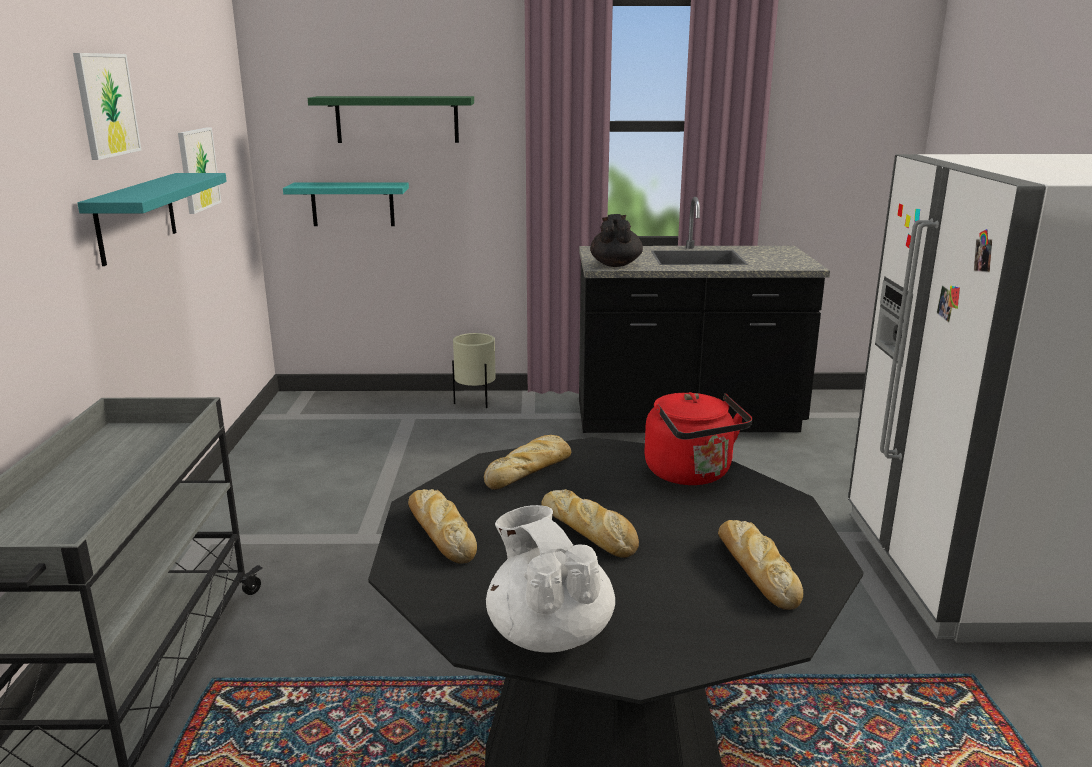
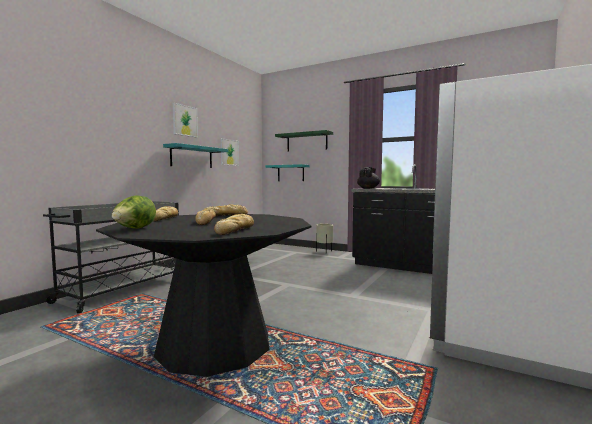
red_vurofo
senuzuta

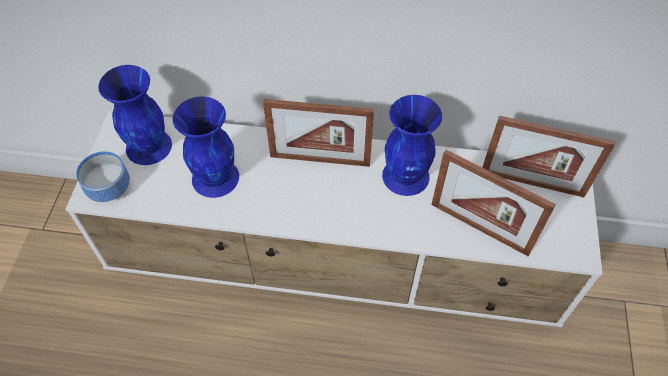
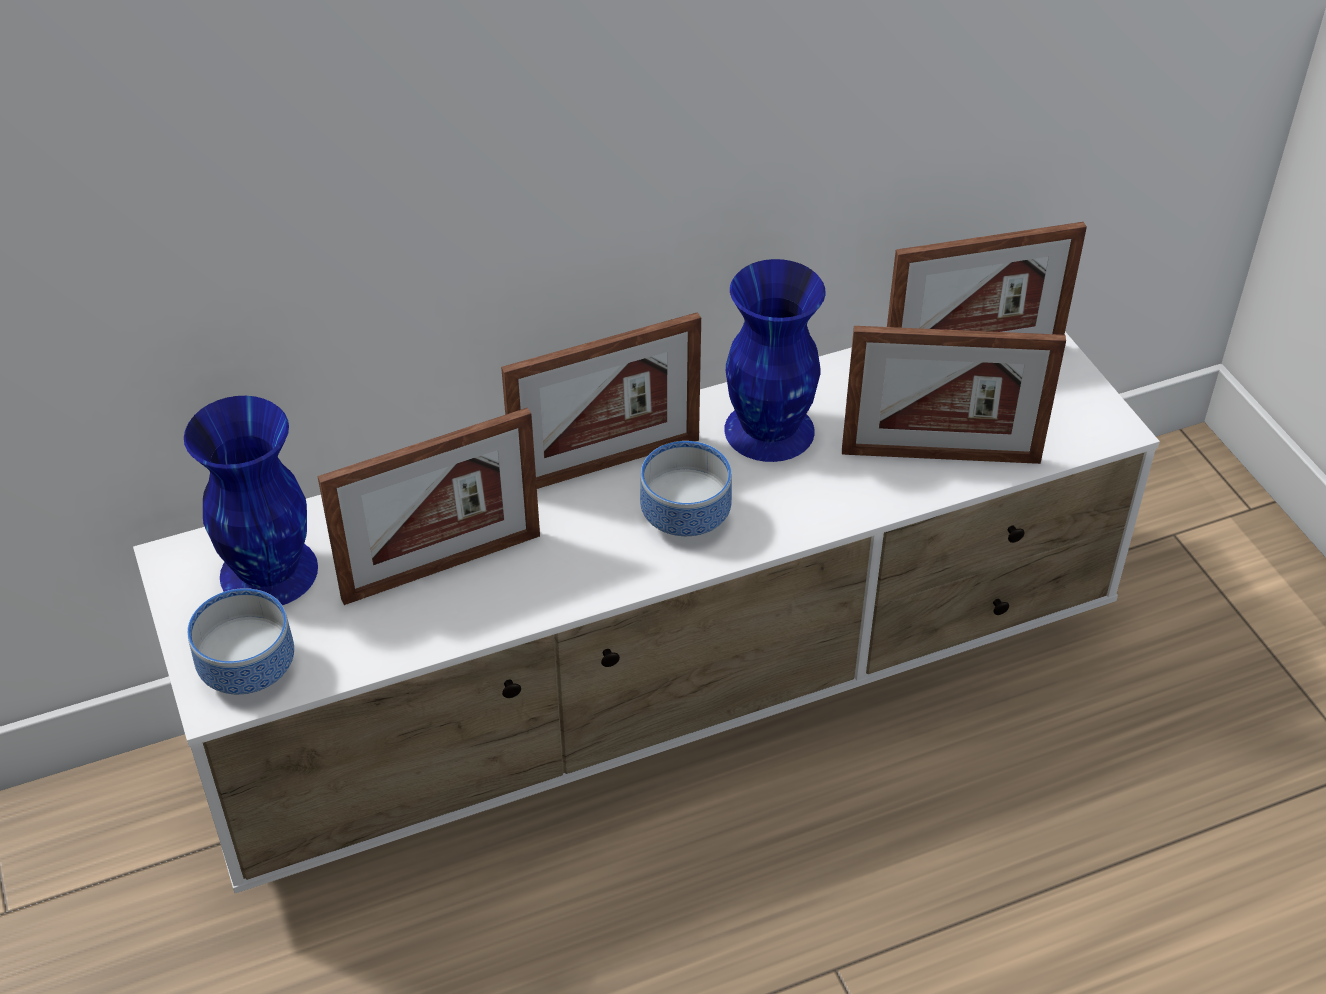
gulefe (2nd from left)
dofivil (1st from left)

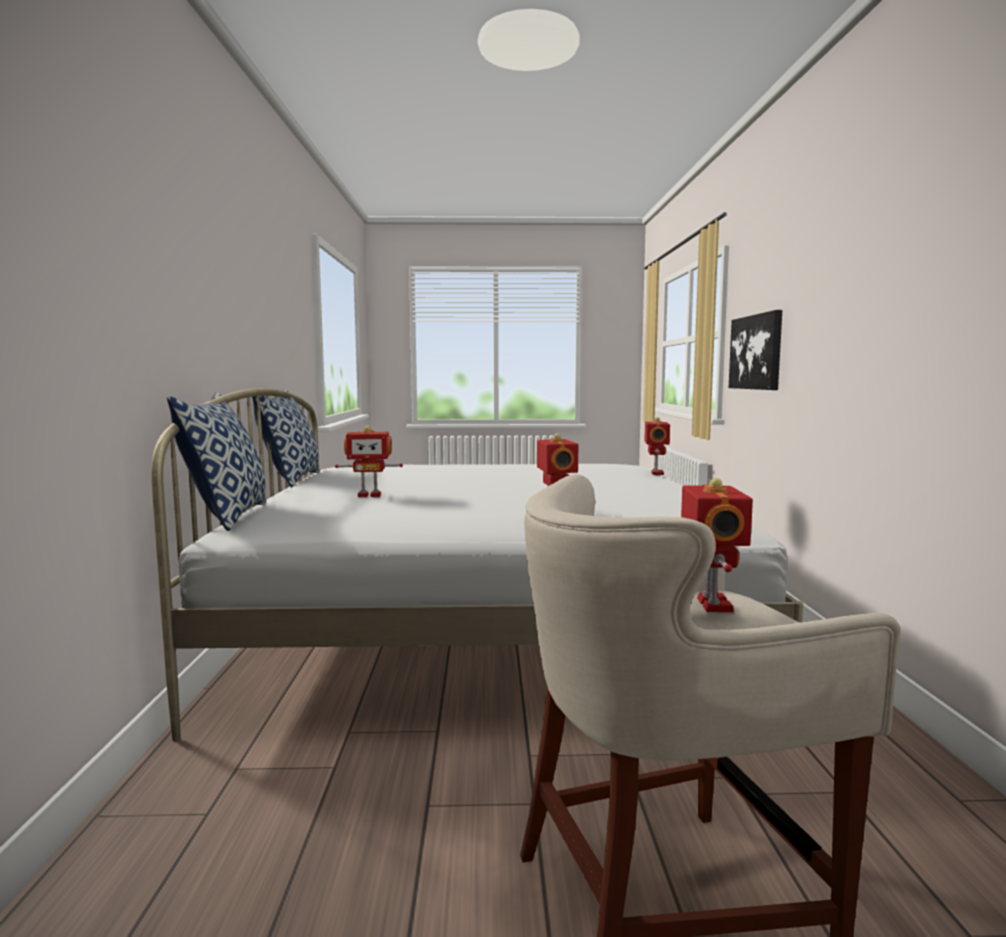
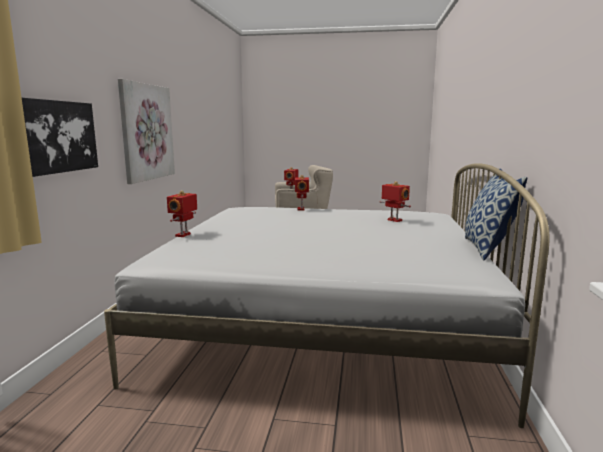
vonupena (1st from left in the first image)
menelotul (2nd from left)
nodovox (4th from left)

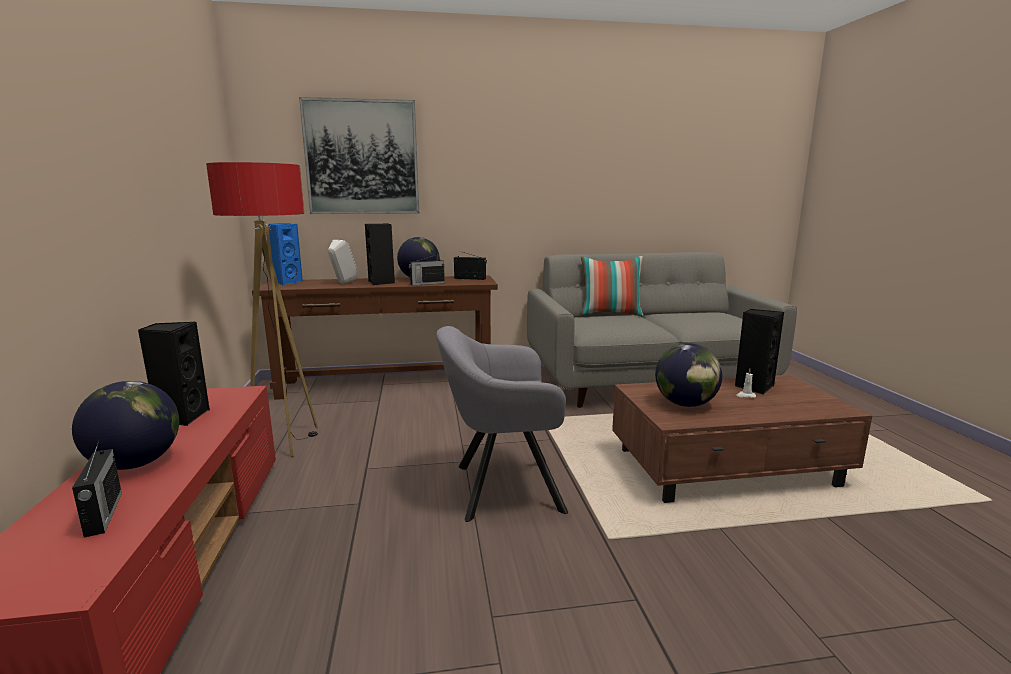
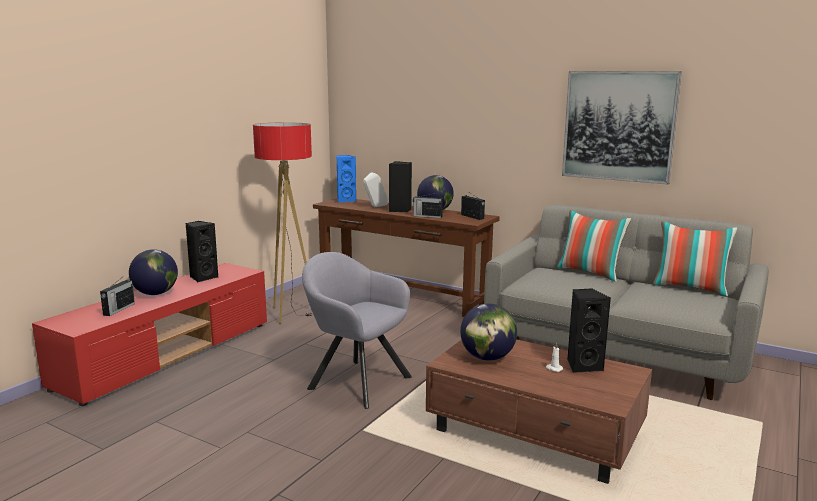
vonupena (2nd from left)
menelotul

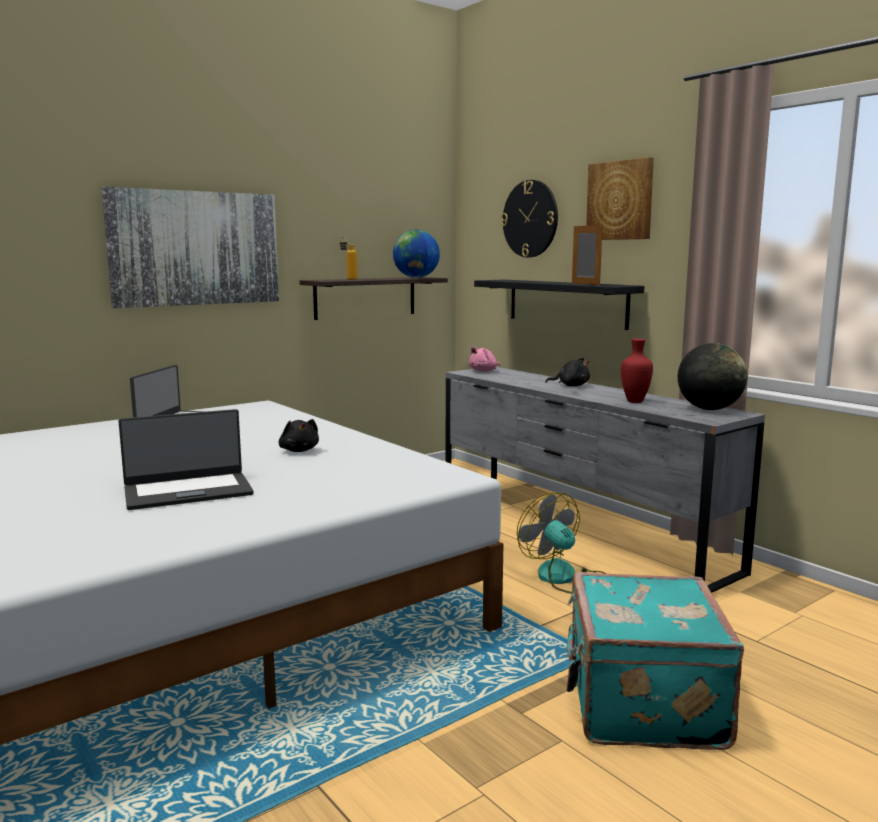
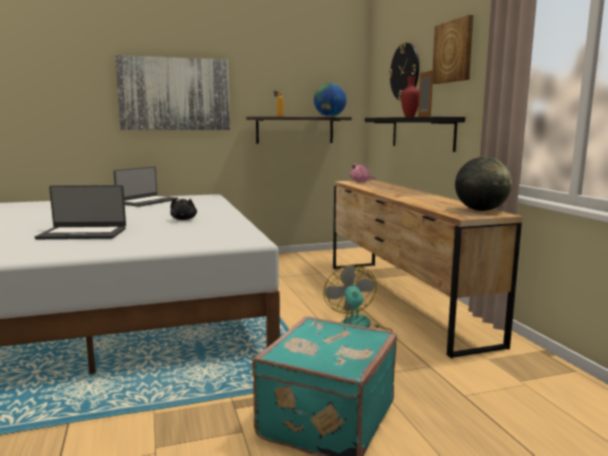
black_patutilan (2nd from left in the first image)
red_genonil
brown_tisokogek

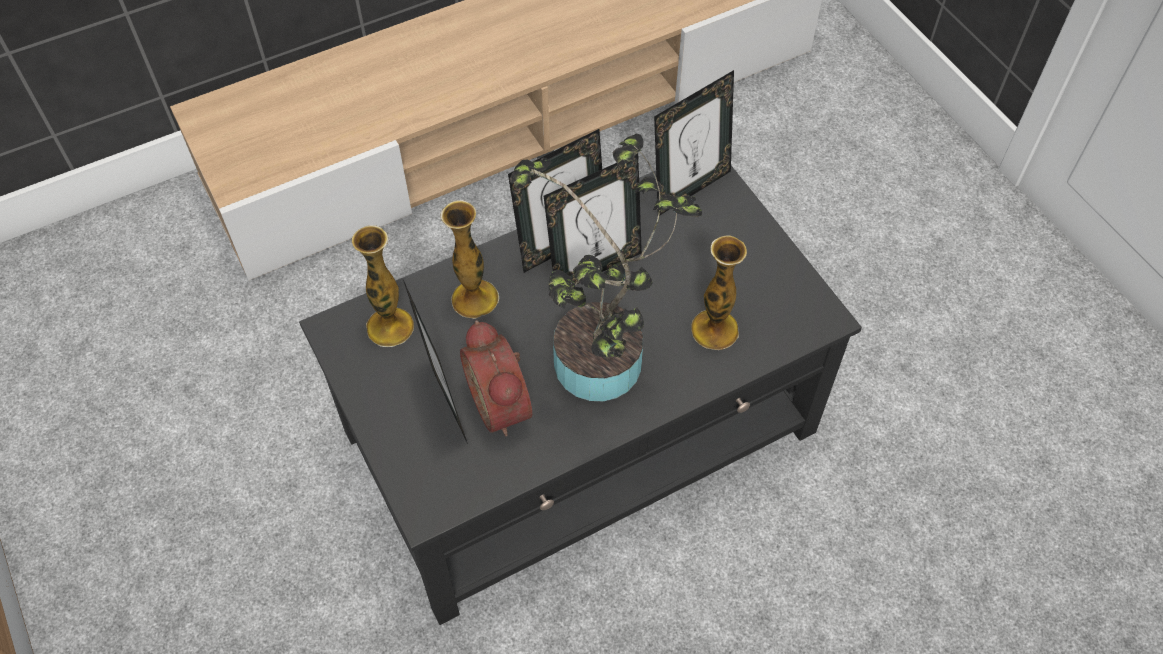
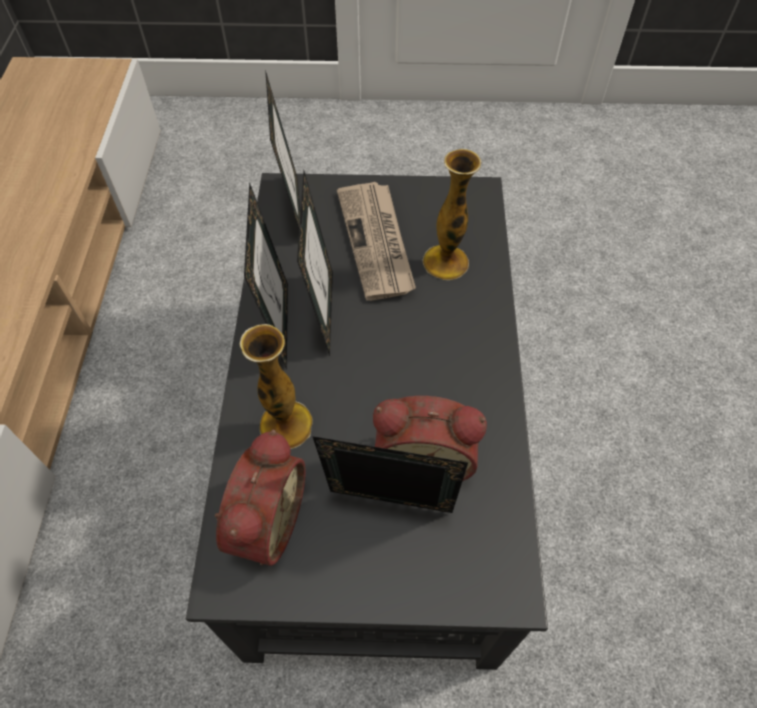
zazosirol
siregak
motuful (1st from left)

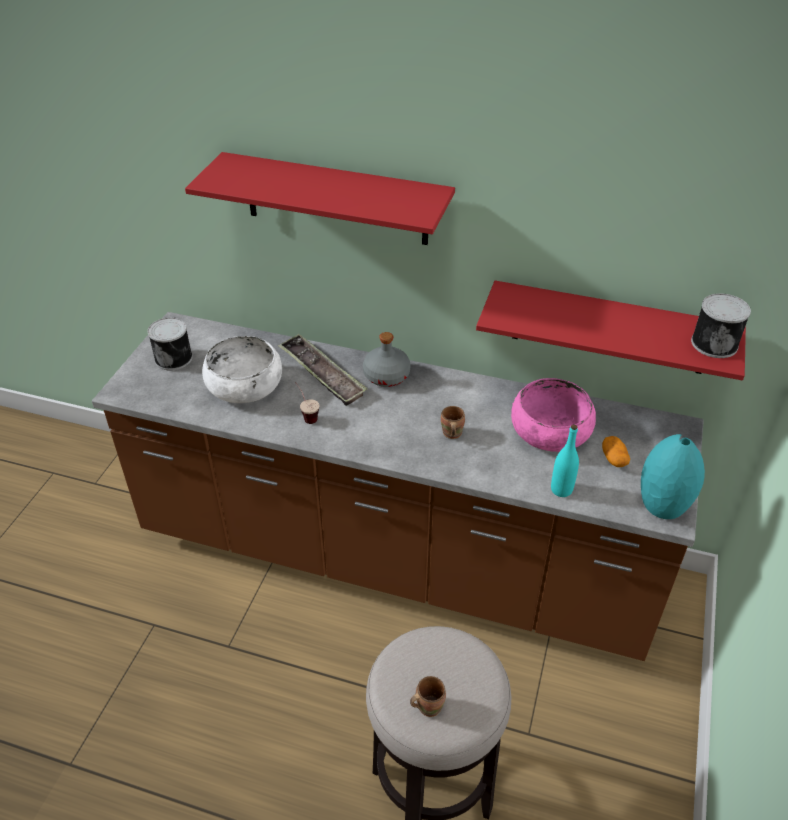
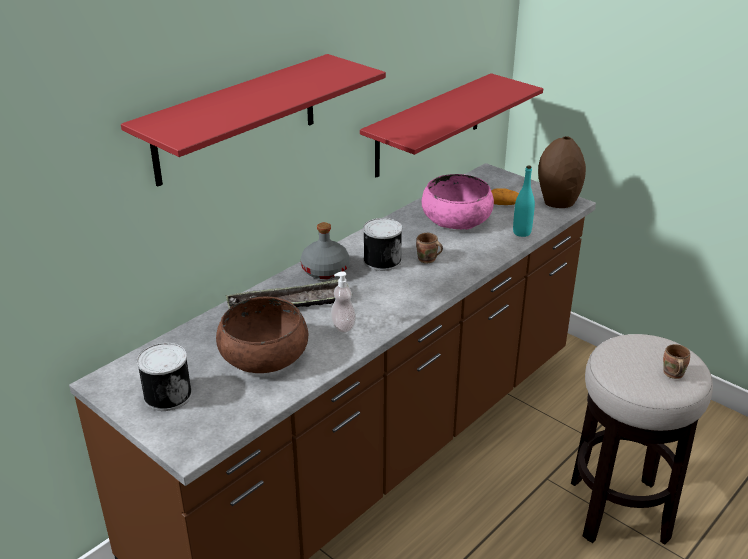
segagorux (2nd from left)
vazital
brown_gulefe
brown_genonil

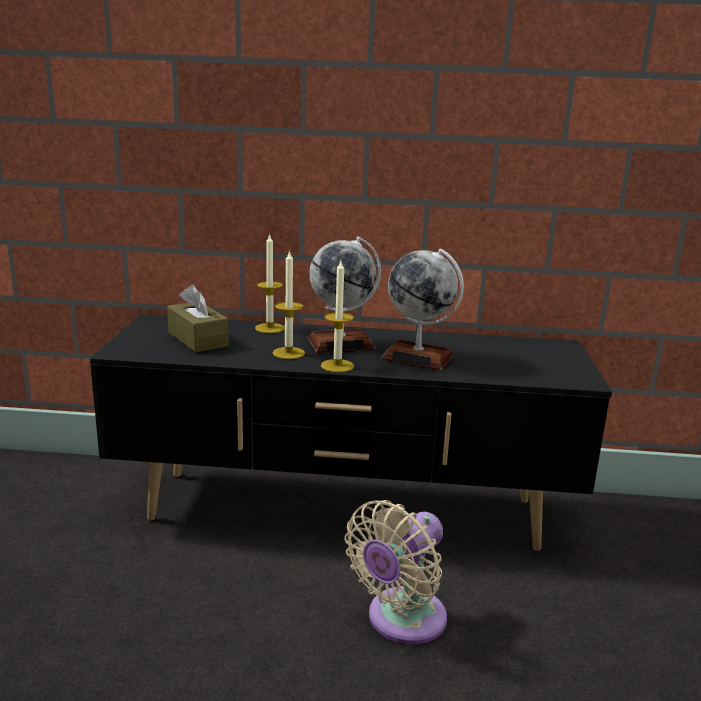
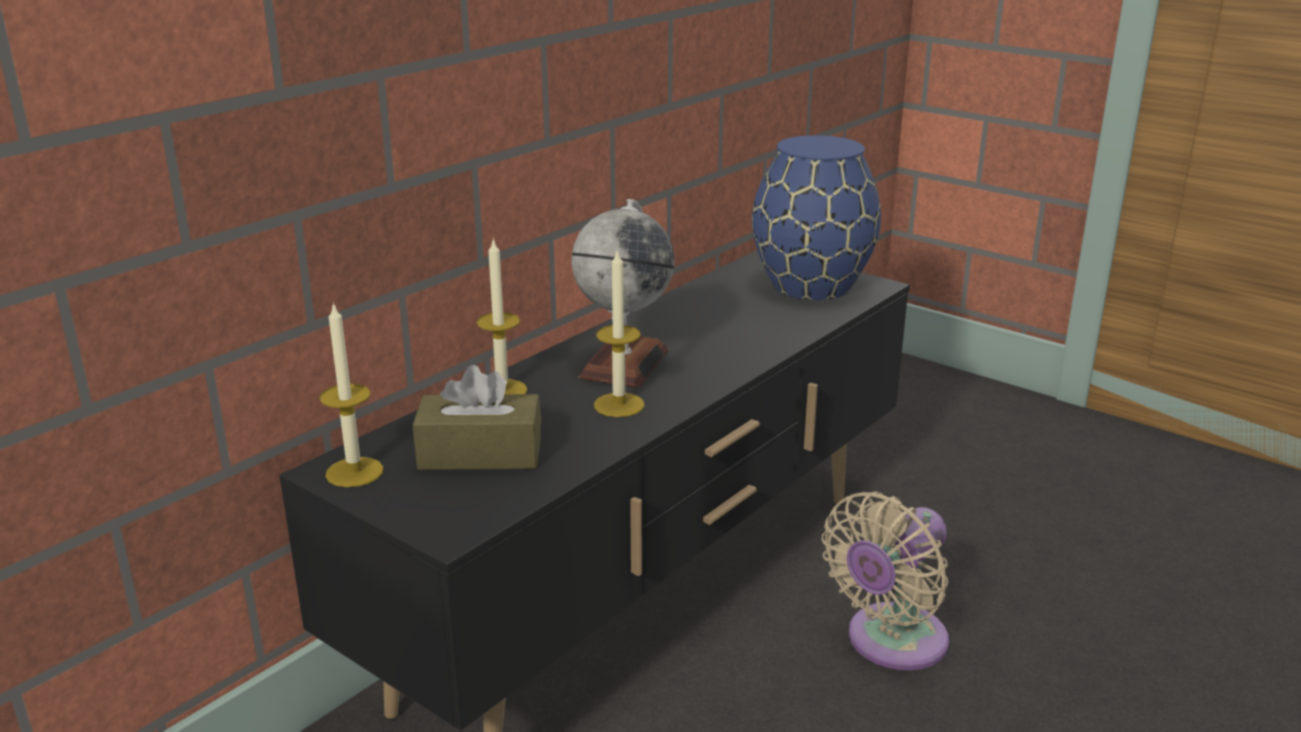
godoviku (2nd from left in the first image)
blue_genonil
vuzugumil (1st from left)
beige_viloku

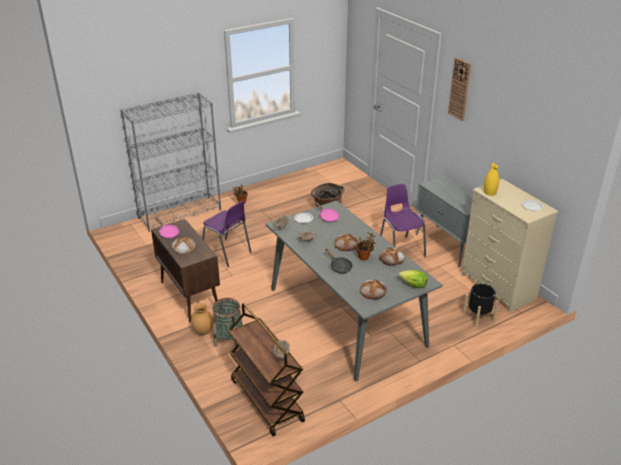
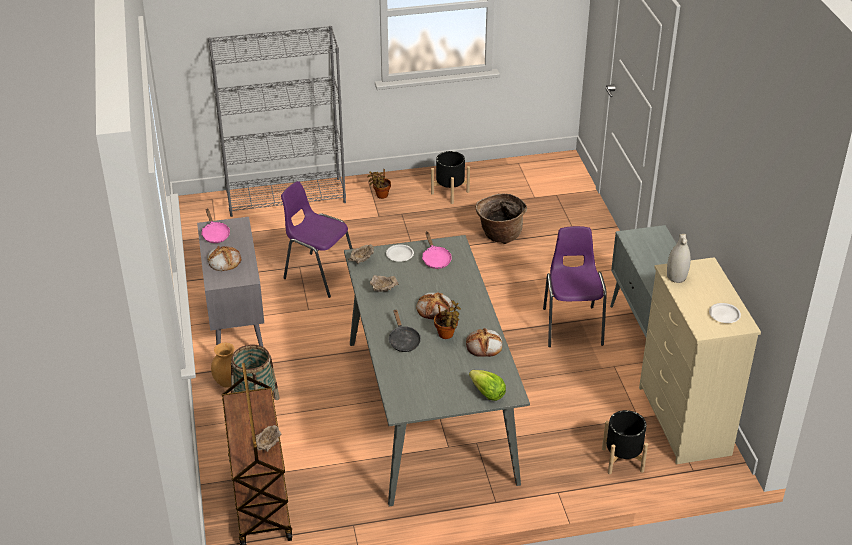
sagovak (3rd from left in the first image)
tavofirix
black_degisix (1st from left)
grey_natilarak (1st from left)
white_genonil
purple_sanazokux (1st from left)

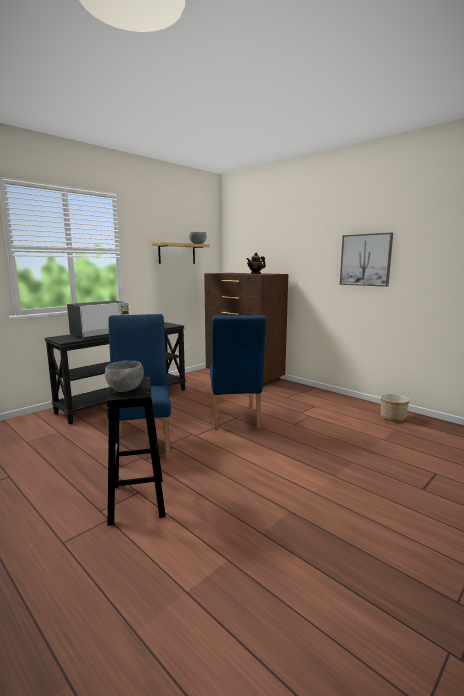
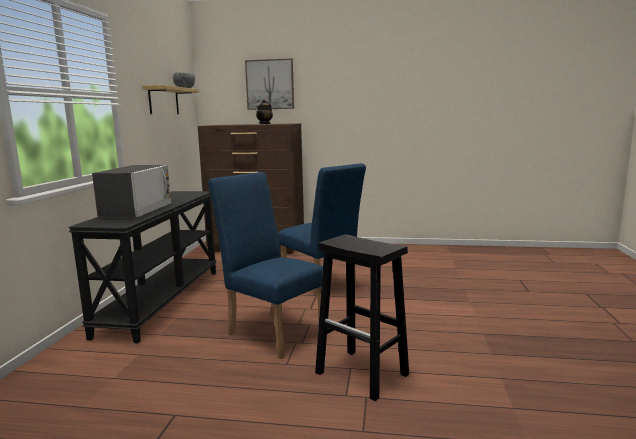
grey_gulefe (1st from left in the first image)
degisix
menelotul

